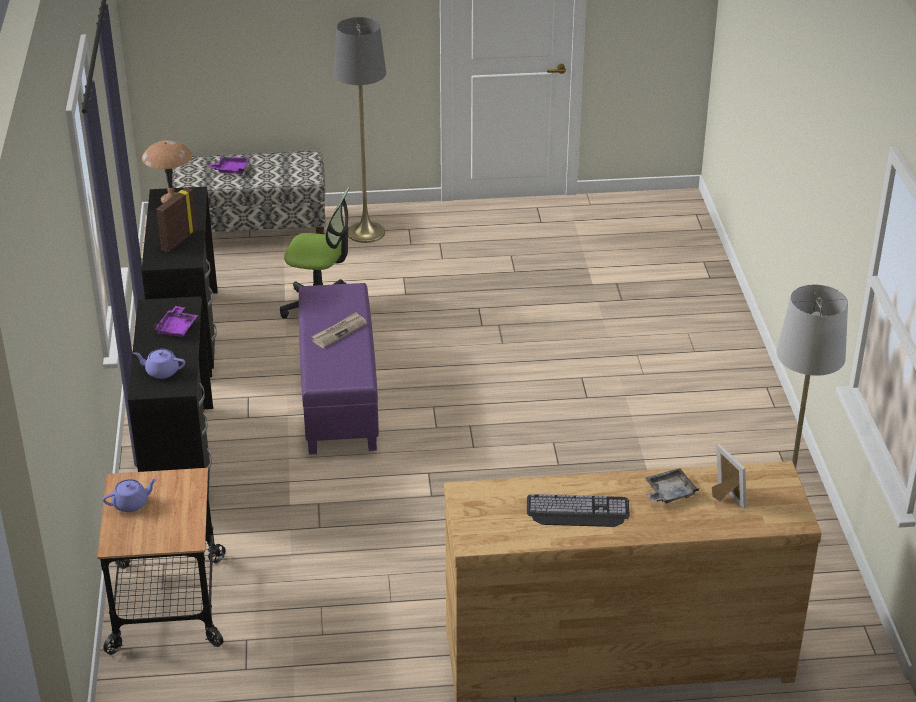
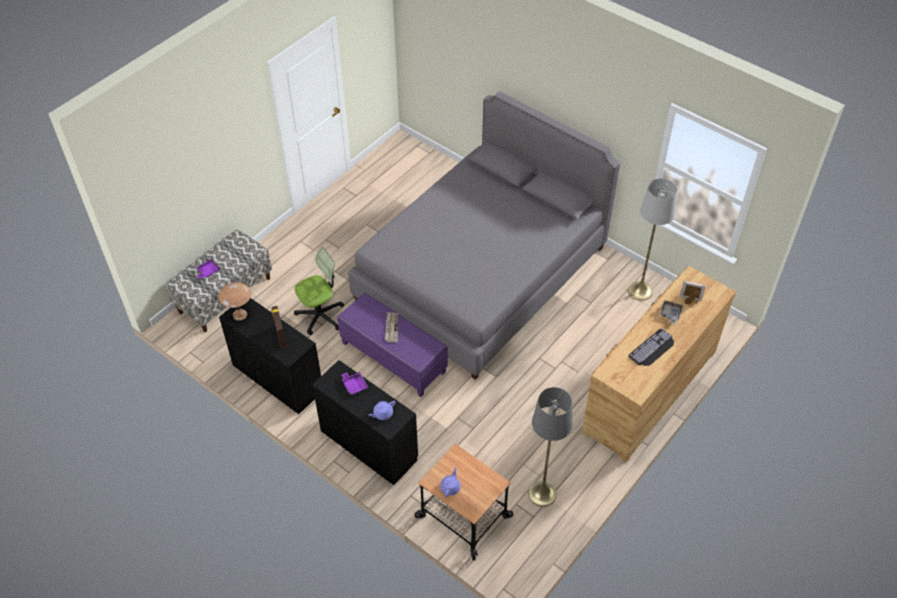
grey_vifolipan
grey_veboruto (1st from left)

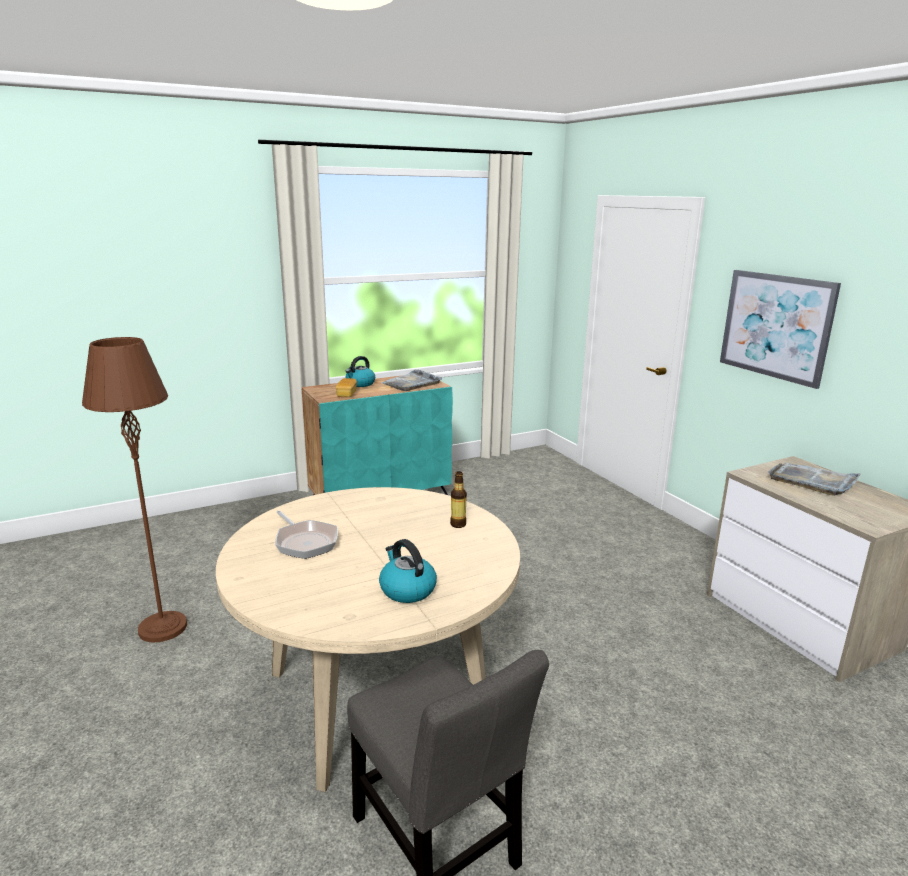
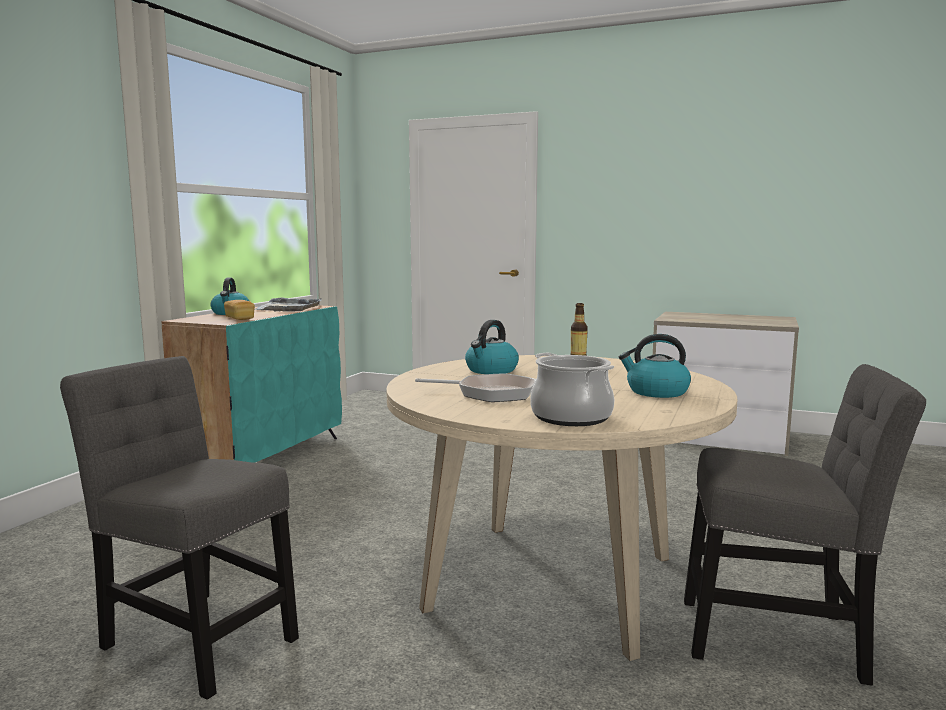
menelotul
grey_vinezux (2nd from left in the first image)
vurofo (2nd from left)
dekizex
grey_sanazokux (1st from left)

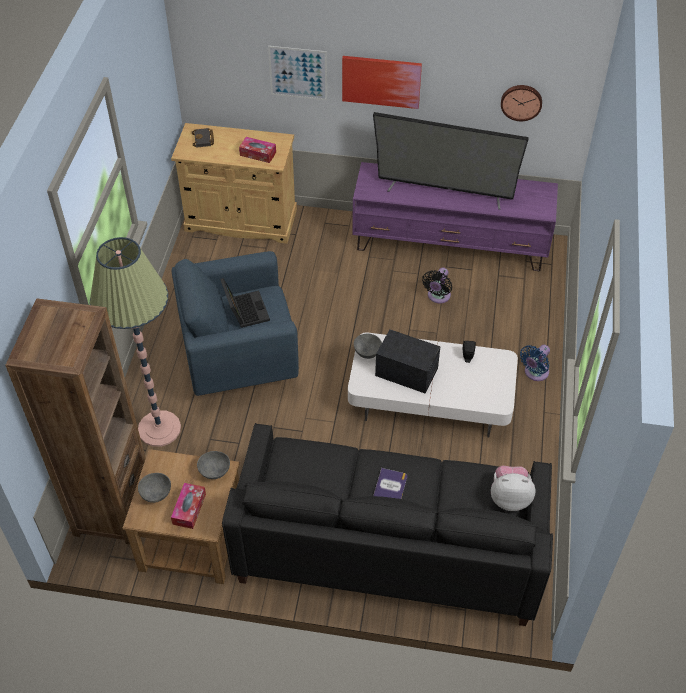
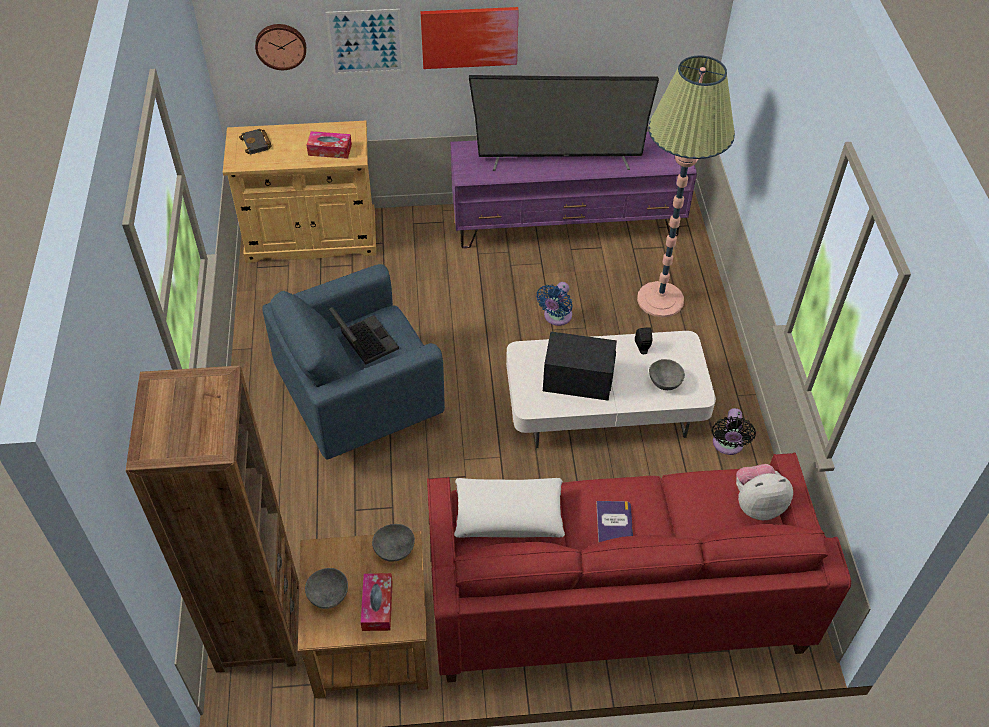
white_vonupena
veboruto
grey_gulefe (3rd from left)
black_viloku
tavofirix
blue_viloku
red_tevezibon

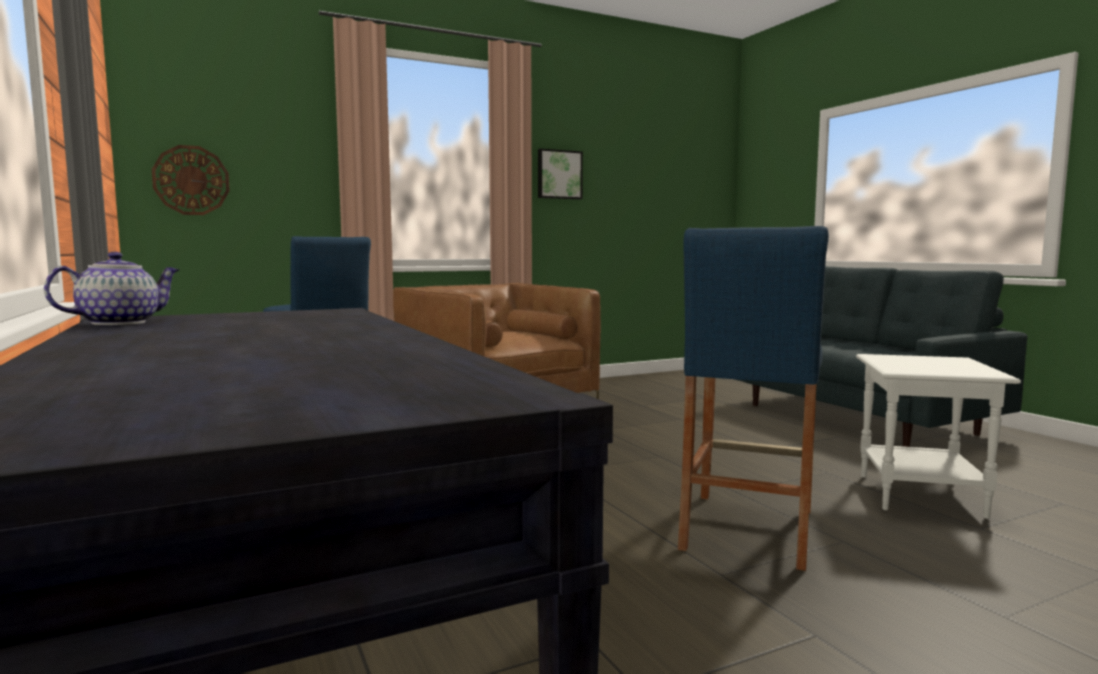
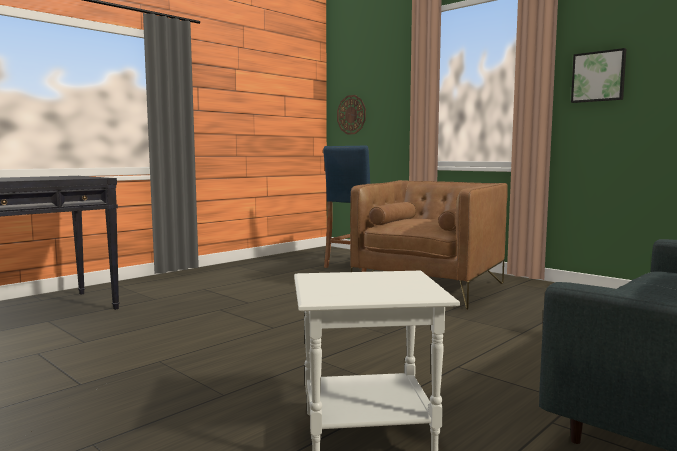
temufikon
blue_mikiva (2nd from left in the first image)

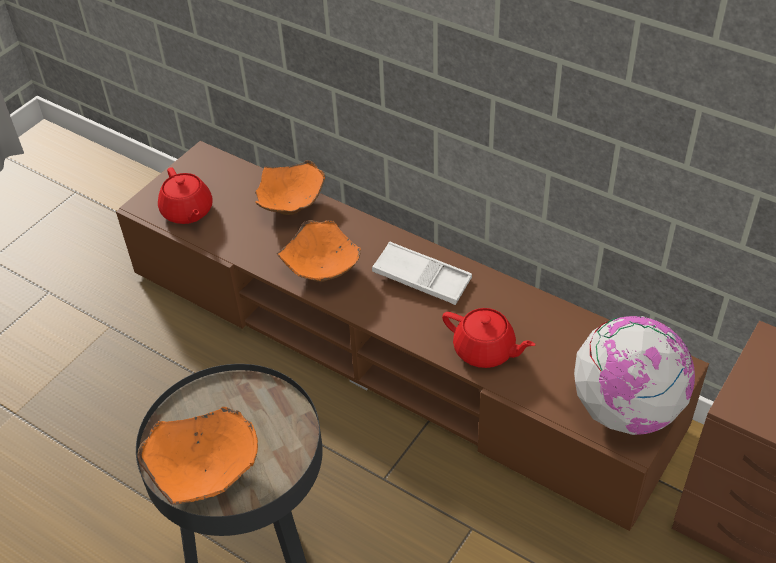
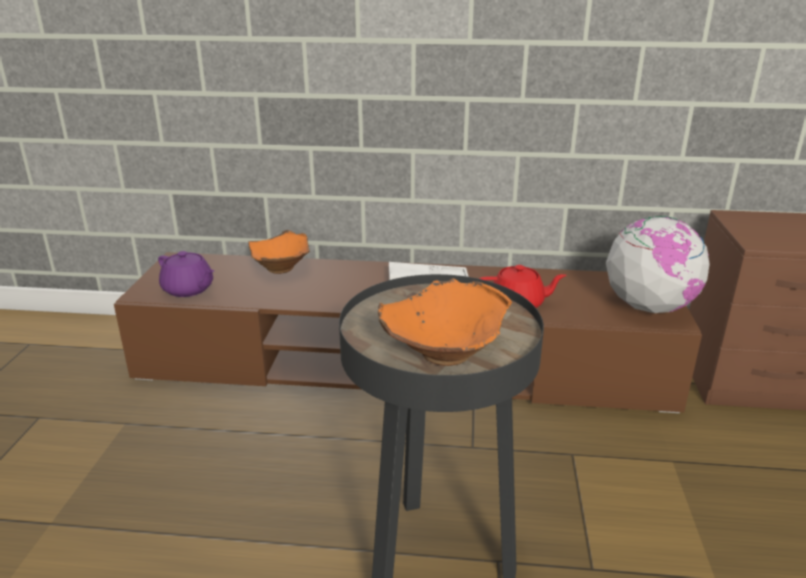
orange_gulefe (3rd from left in the first image)
purple_temufikon

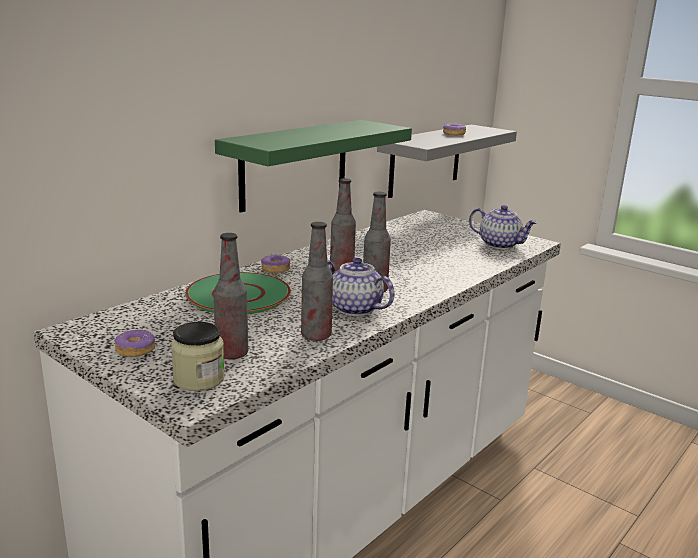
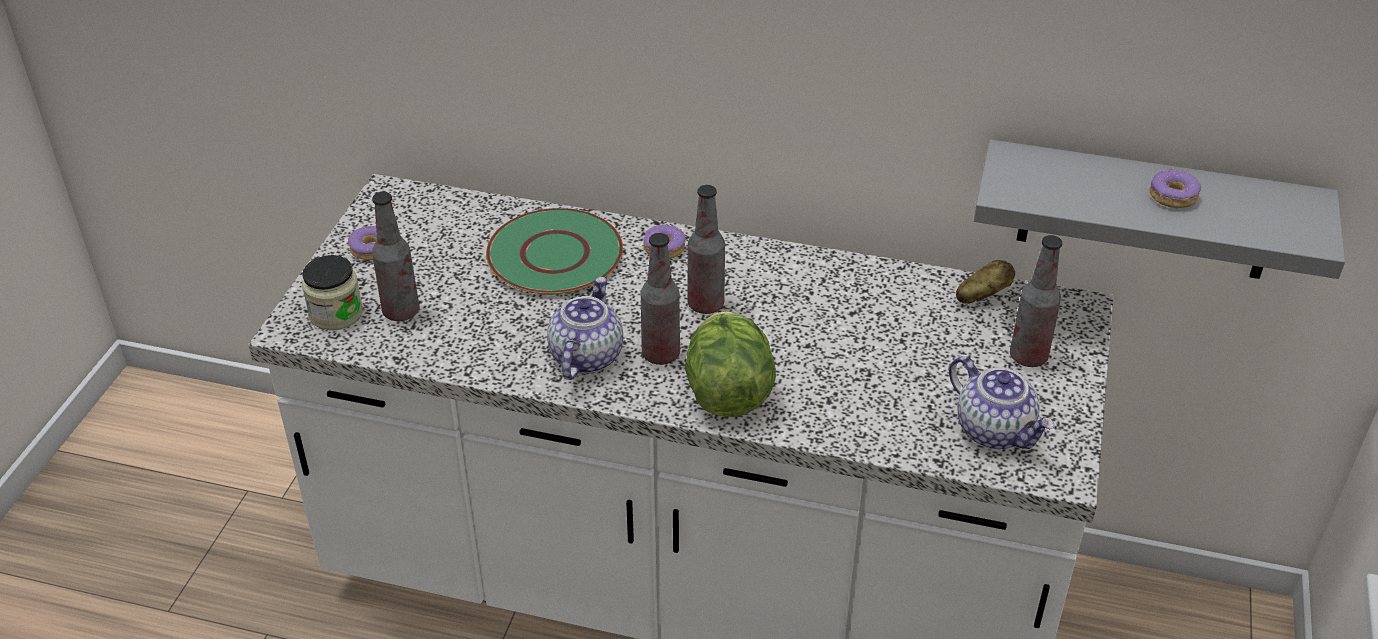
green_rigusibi
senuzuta
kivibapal
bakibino (4th from left)
temufikon (2nd from left)

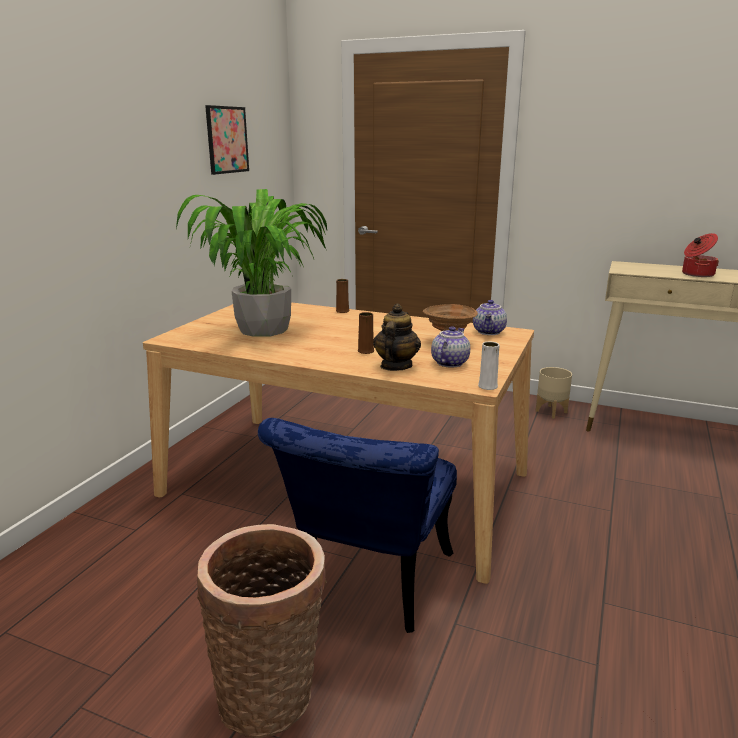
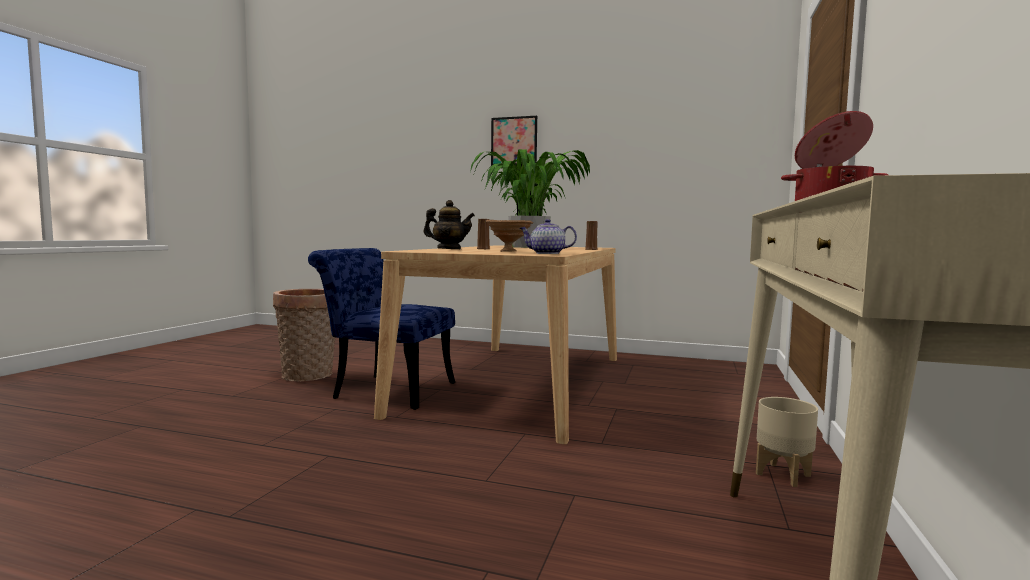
temufikon (2nd from left in the first image)
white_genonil
menelotul

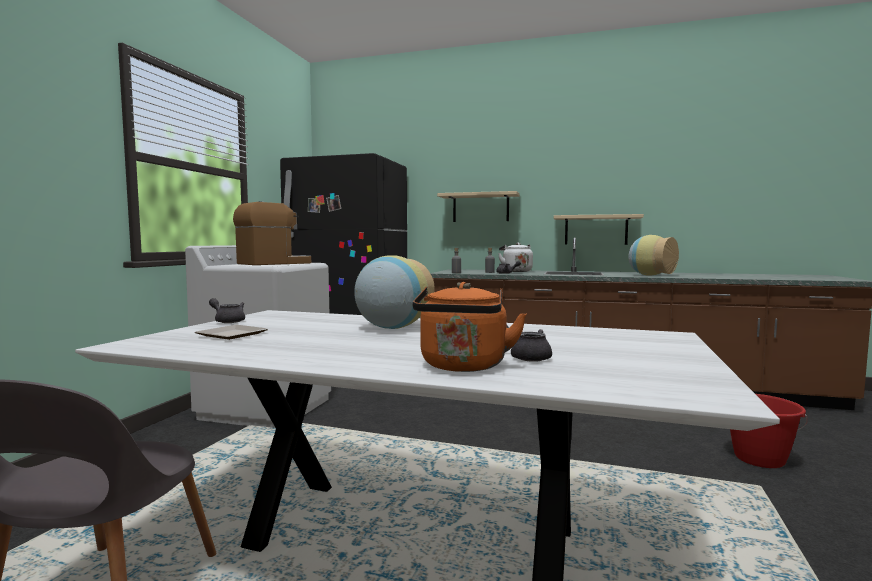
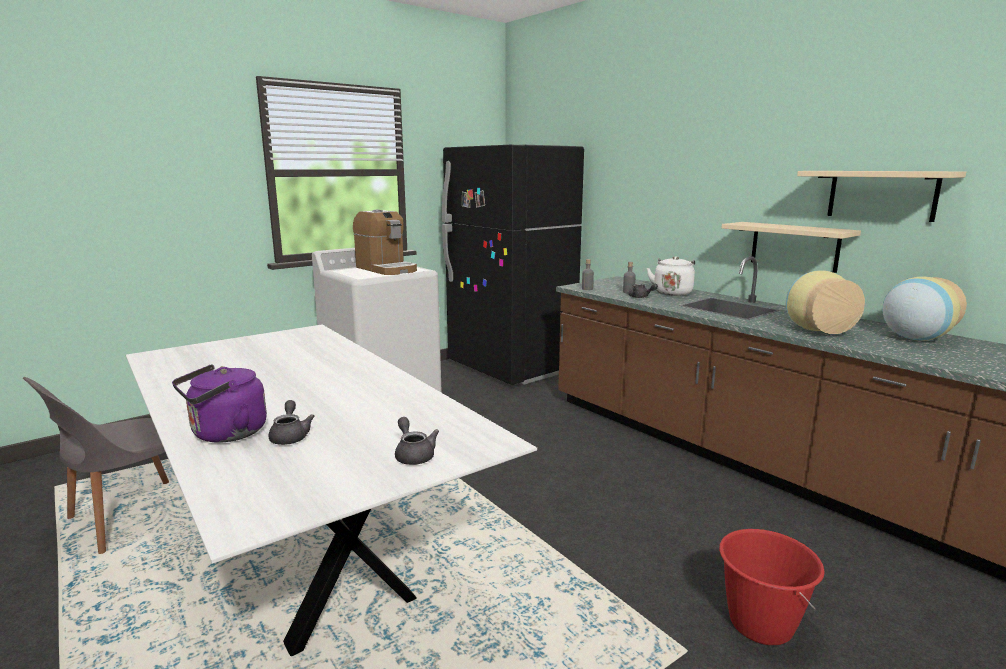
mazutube
grey_temufikon (2nd from left)
genonil (2nd from left)
beige_rigusibi (2nd from left)
purple_vurofo
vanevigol

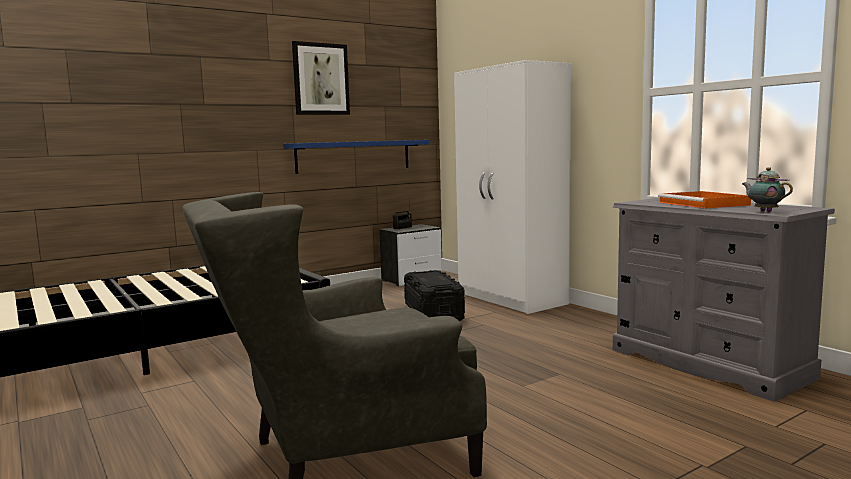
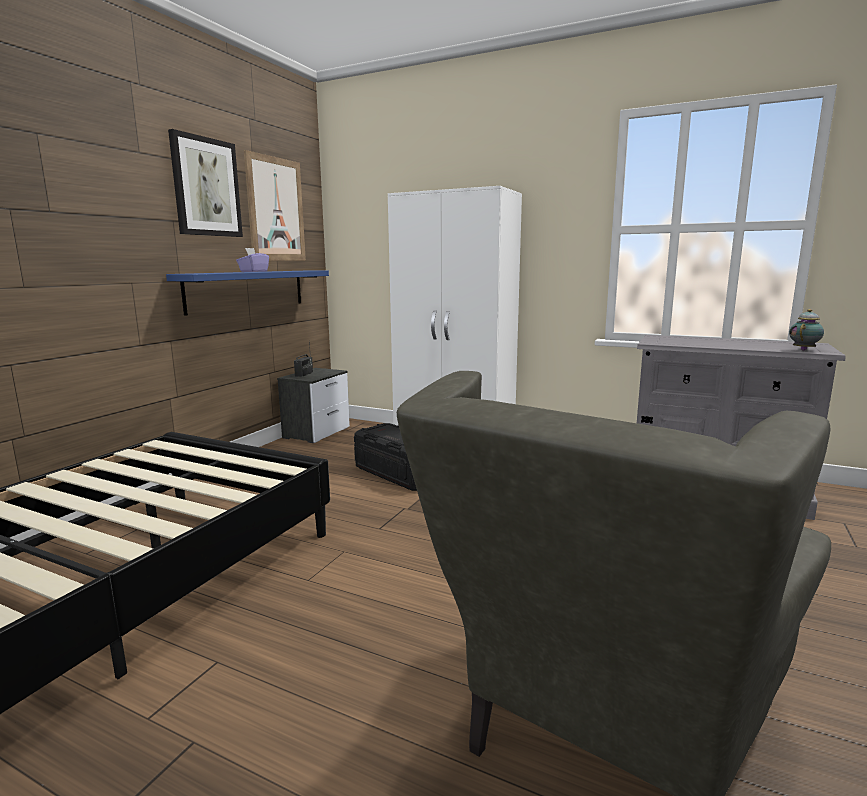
orange_vinezux
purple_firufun
menelotul (2nd from left)
temufikon

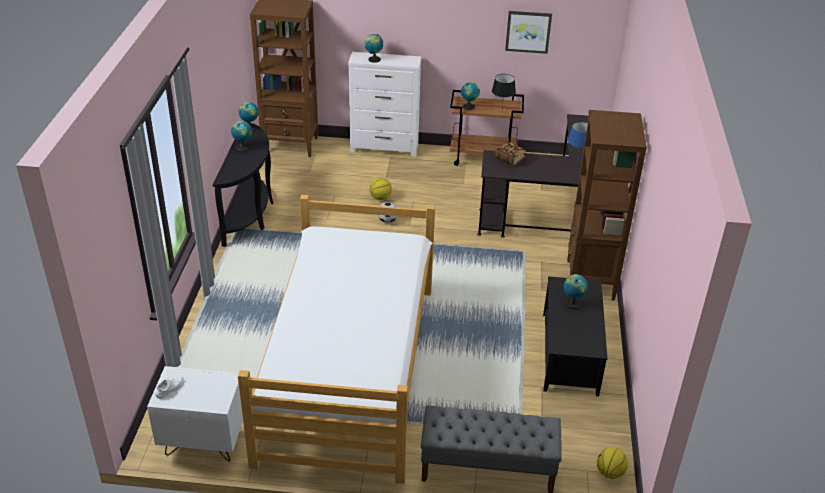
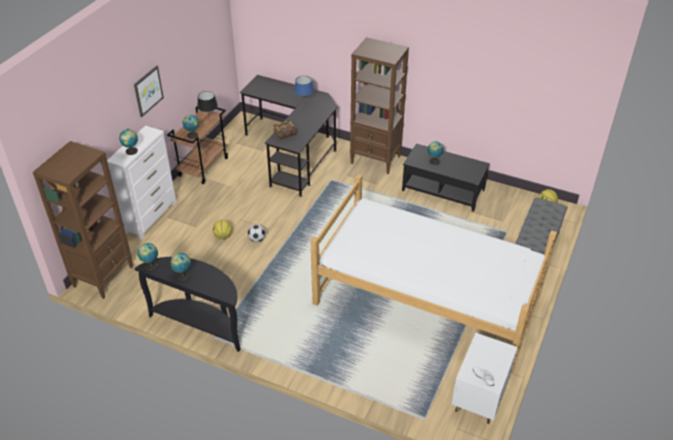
menelotul

